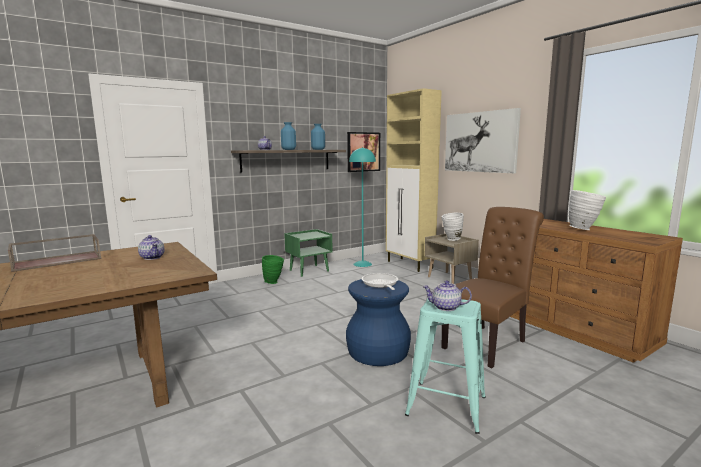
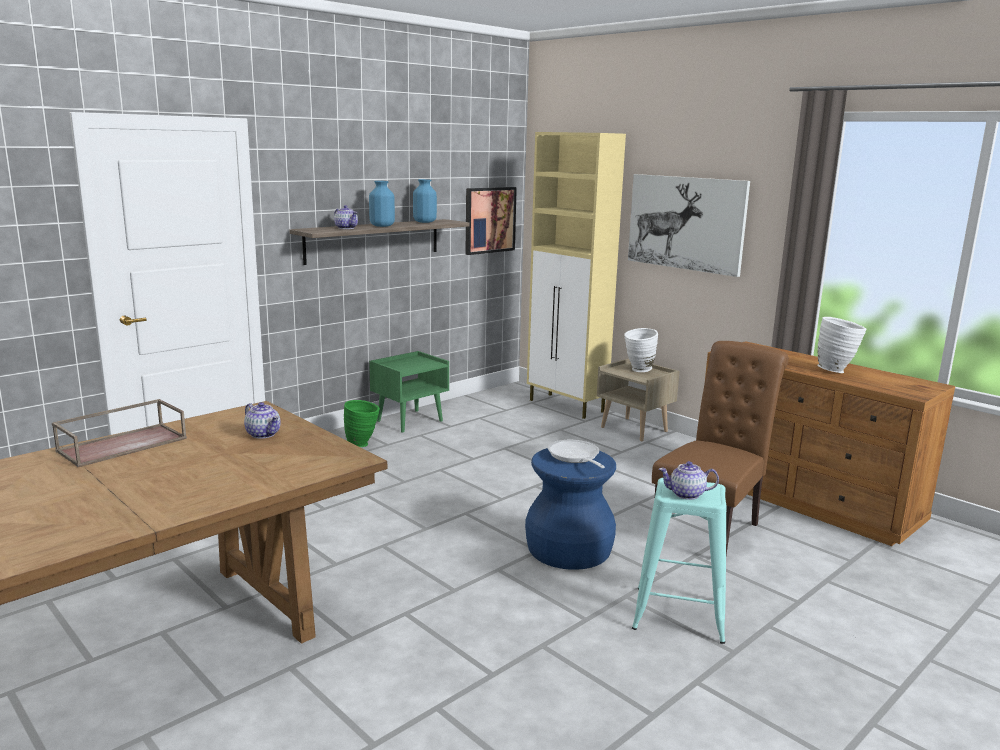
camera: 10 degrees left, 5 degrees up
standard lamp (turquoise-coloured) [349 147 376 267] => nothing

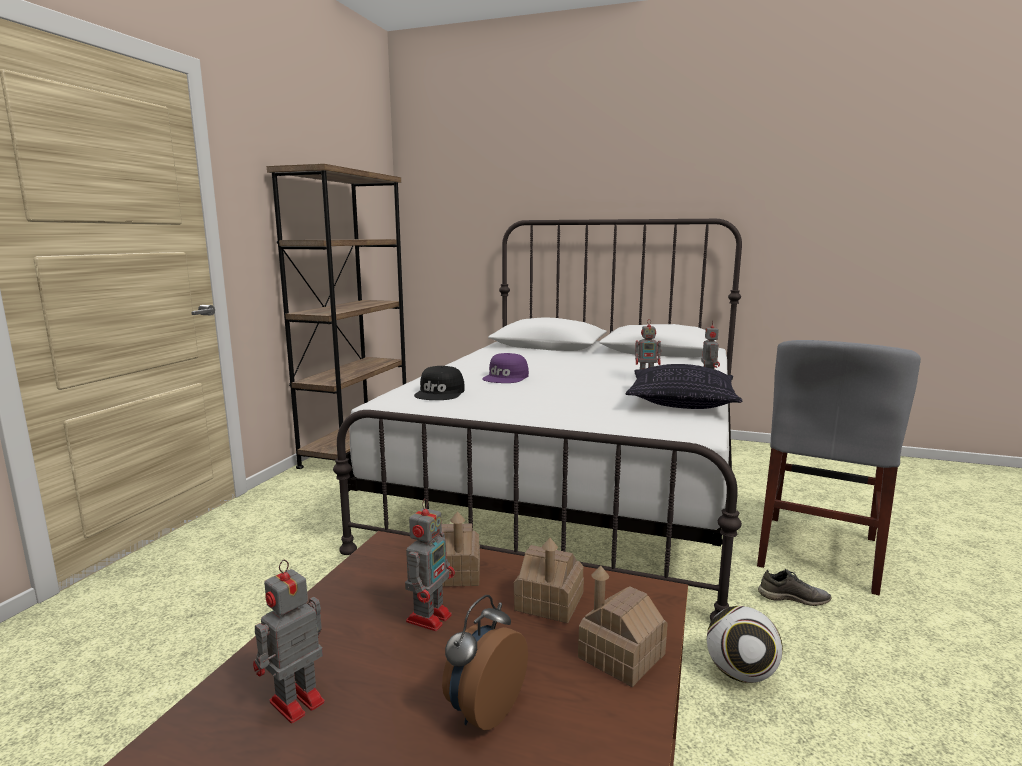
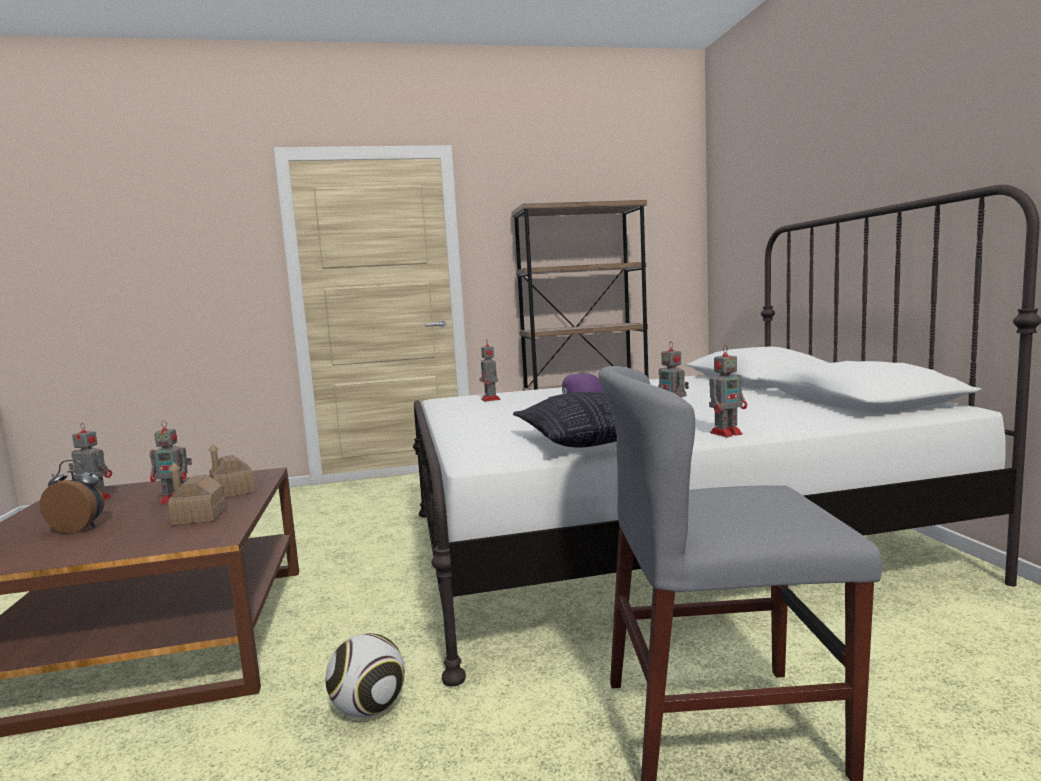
camera: 60 degrees right, 5 degrees down
baseball cap (black-coloured) [414 366 465 400] => model robot [479 340 501 402]
model house [578 565 668 687] => nothing
low shoe (gray) [758 569 832 606] => nothing

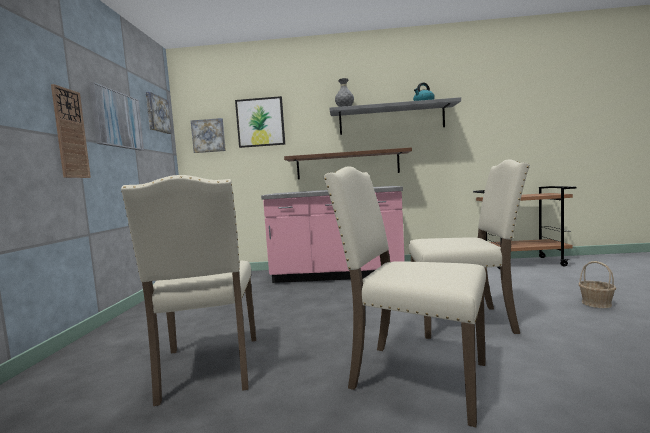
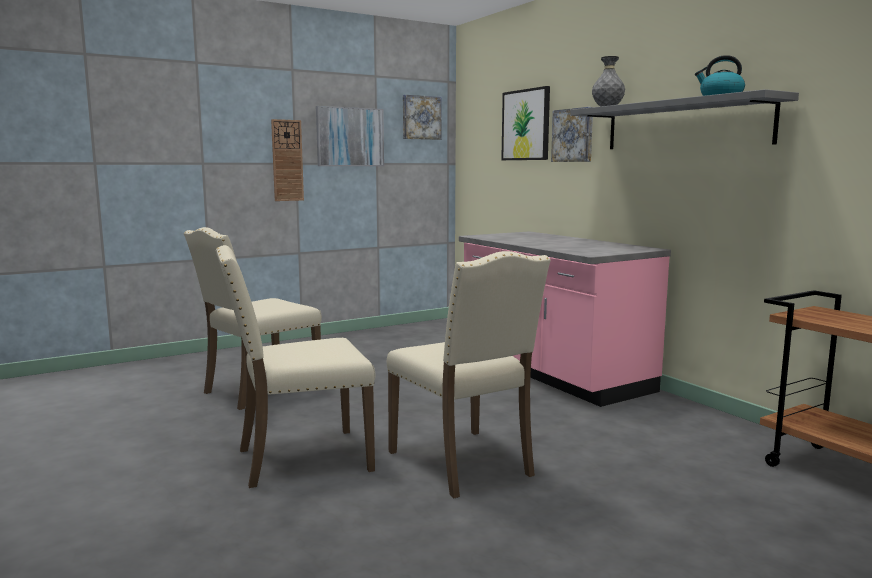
camera: 55 degrees right, 5 degrees up
picture [191 118 226 153] => picture [551 107 593 162], move
shelf (brown) [284 147 412 179] => nothing
plain chair (beige) [323 166 486 427] => plain chair (beige) [216 245 375 488], 105 degrees counterclockwise
basket [579 261 616 308] => nothing

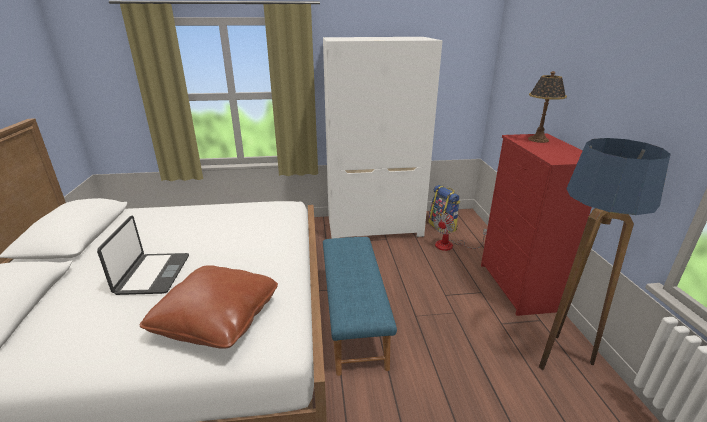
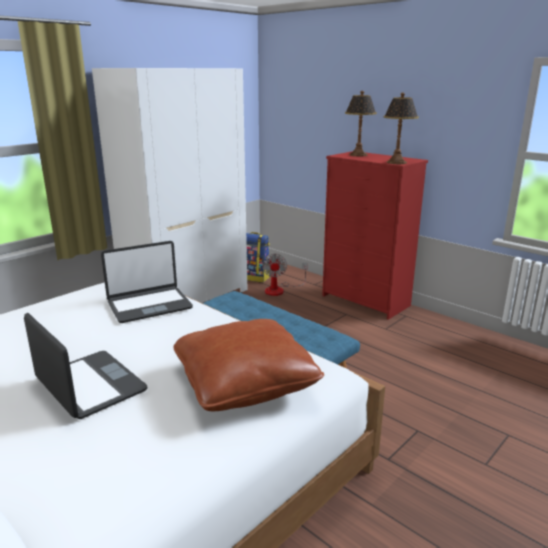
camera: 40 degrees left, 5 degrees down
standard lamp [539 138 671 370] => nothing
nothing => table lamp [383 93 419 164]
nothing => portable computer [101 241 193 323]

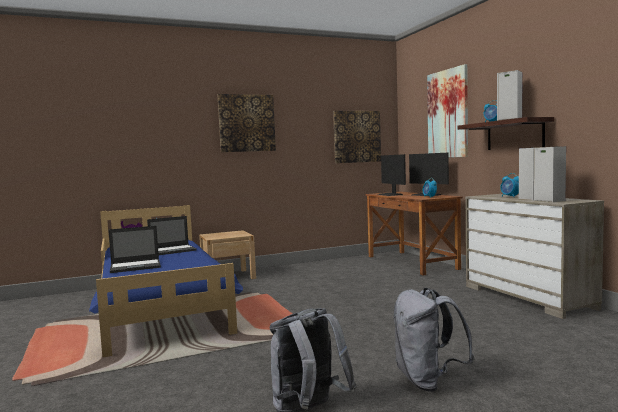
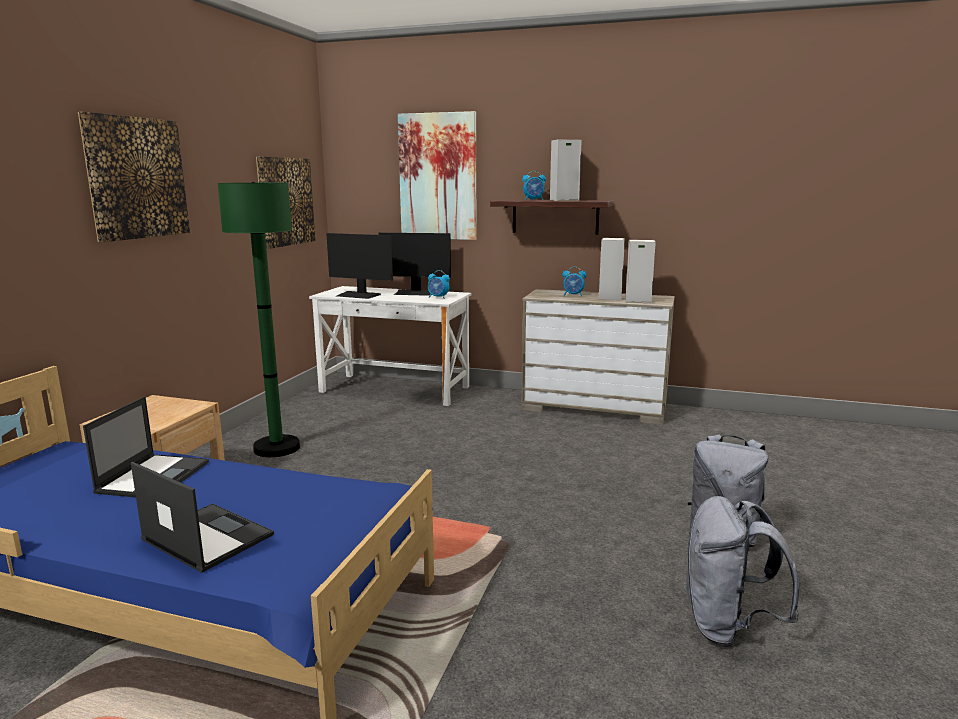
camera: 50 degrees left, 10 degrees up
desk unit (brown) [365 192 463 275] => desk unit (white-coloured) [309 286 472 406]
portable computer [108 226 161 273] => portable computer [131 462 274 573], 75 degrees counterclockwise
nothing => standard lamp (green) [218 182 300 457]

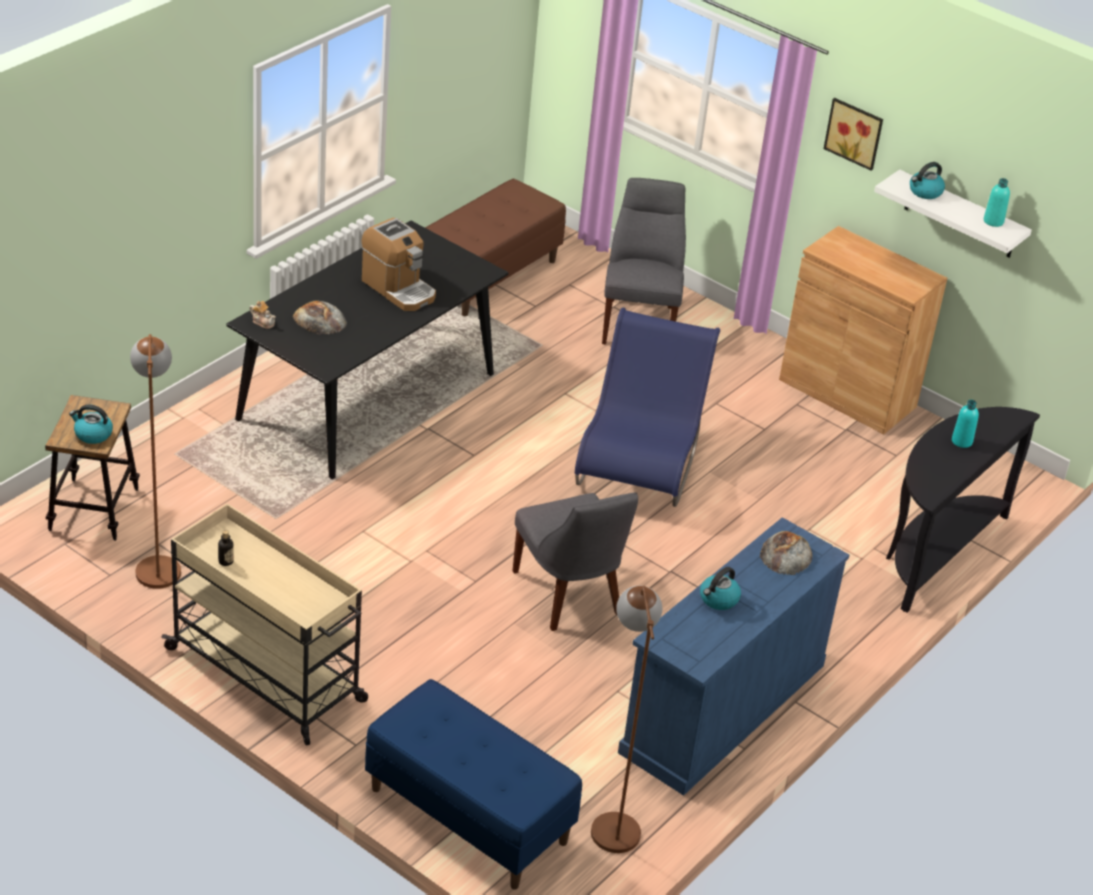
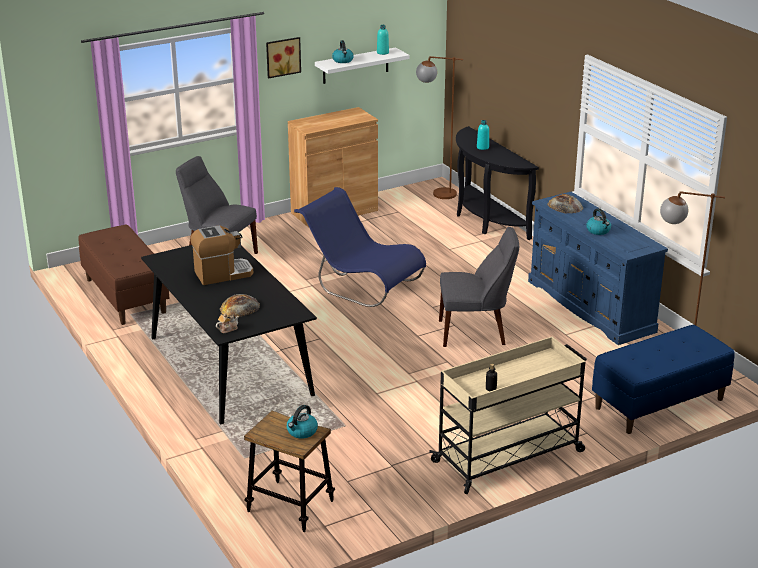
camera: 65 degrees left, 10 degrees down
standard lamp (brown) [130 334 181 589] => standard lamp (brown) [416 56 463 199], move

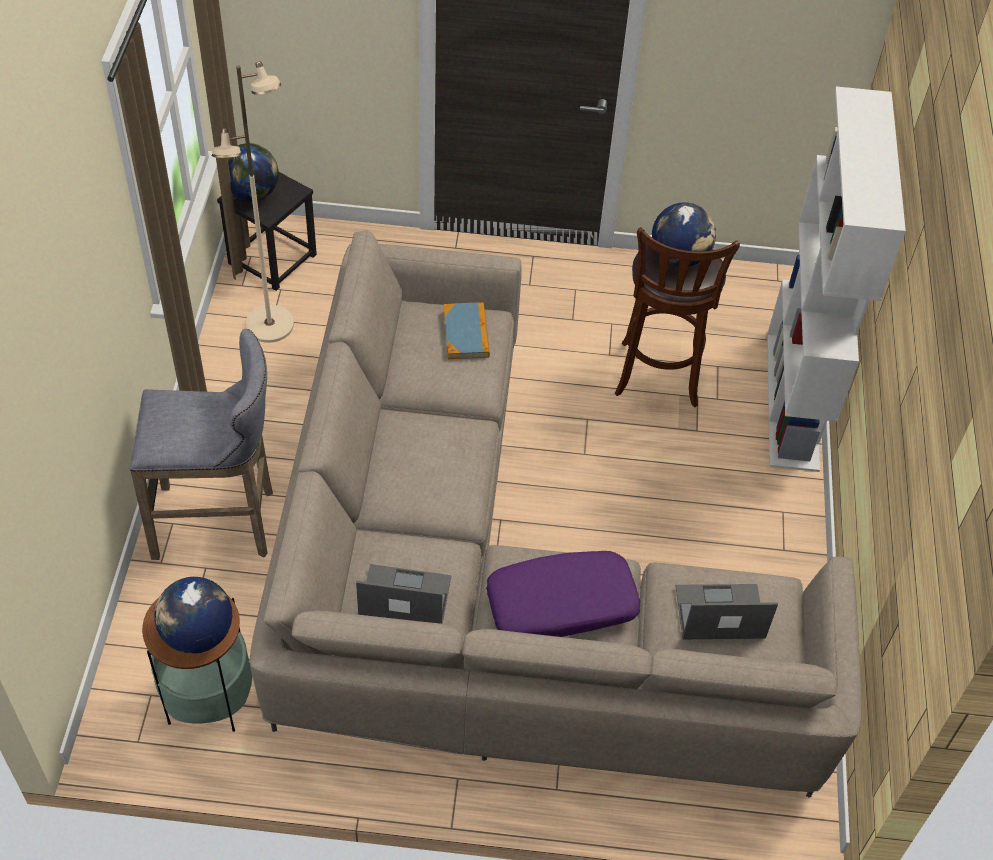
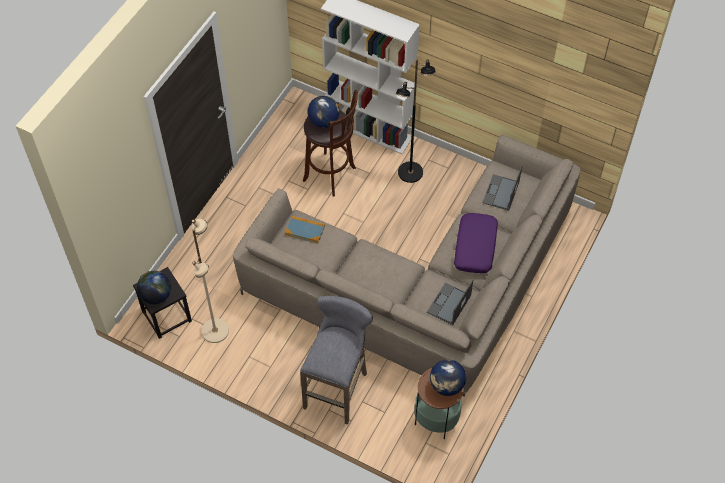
camera: 65 degrees left, 5 degrees up
nothing => standard lamp (black-coloured) [396 59 436 183]

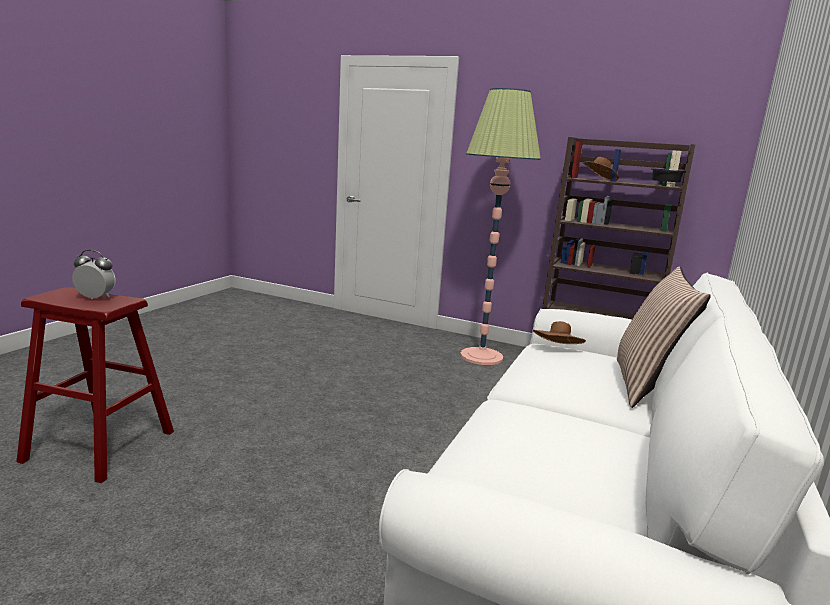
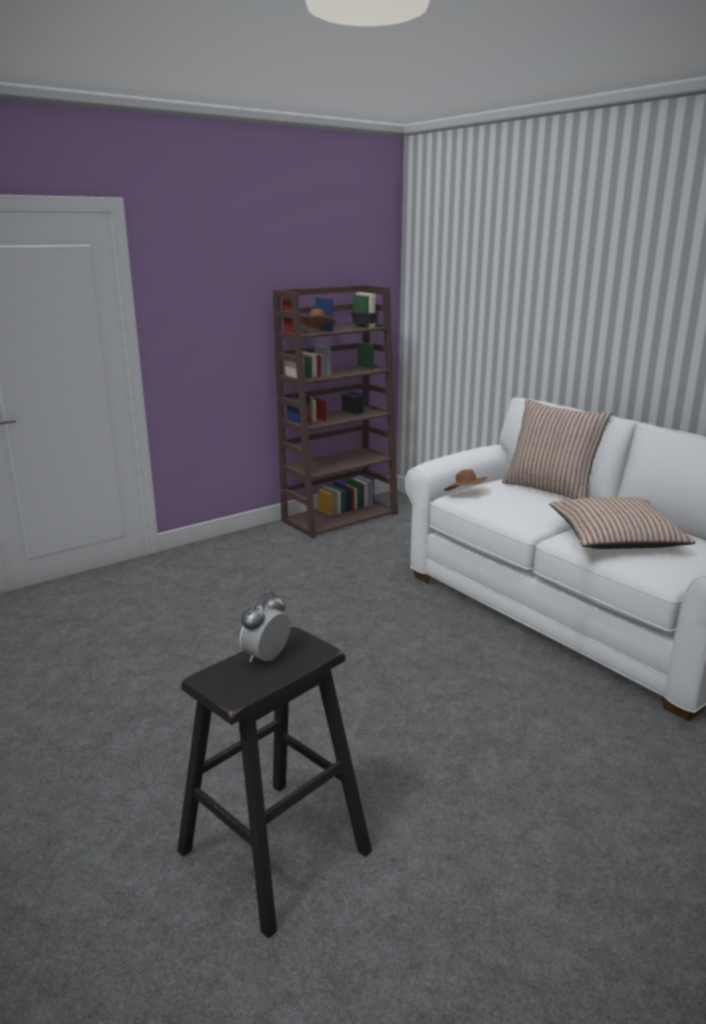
camera: 60 degrees left, 5 degrees up
standard lamp [460 88 541 365] => nothing
sitting stool (red) [16 287 174 483] => sitting stool (black-coloured) [177 627 372 939]
nothing => pillow [549 497 696 549]

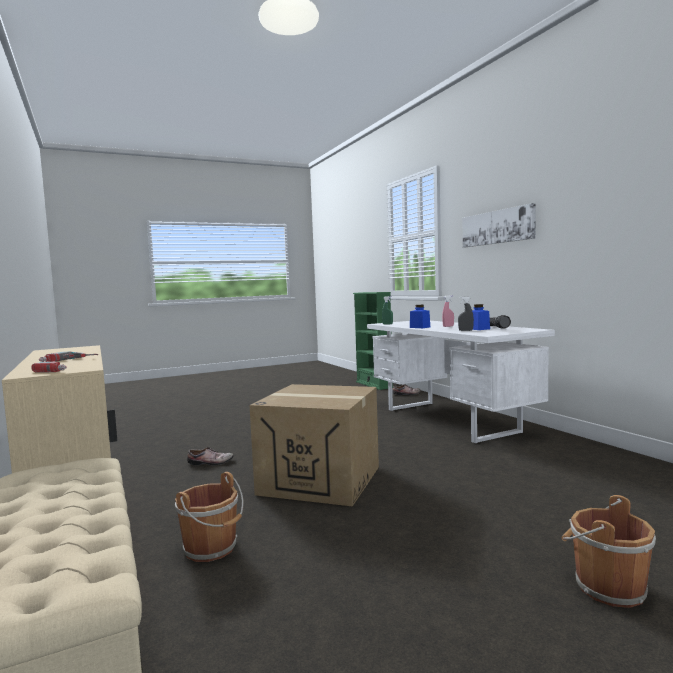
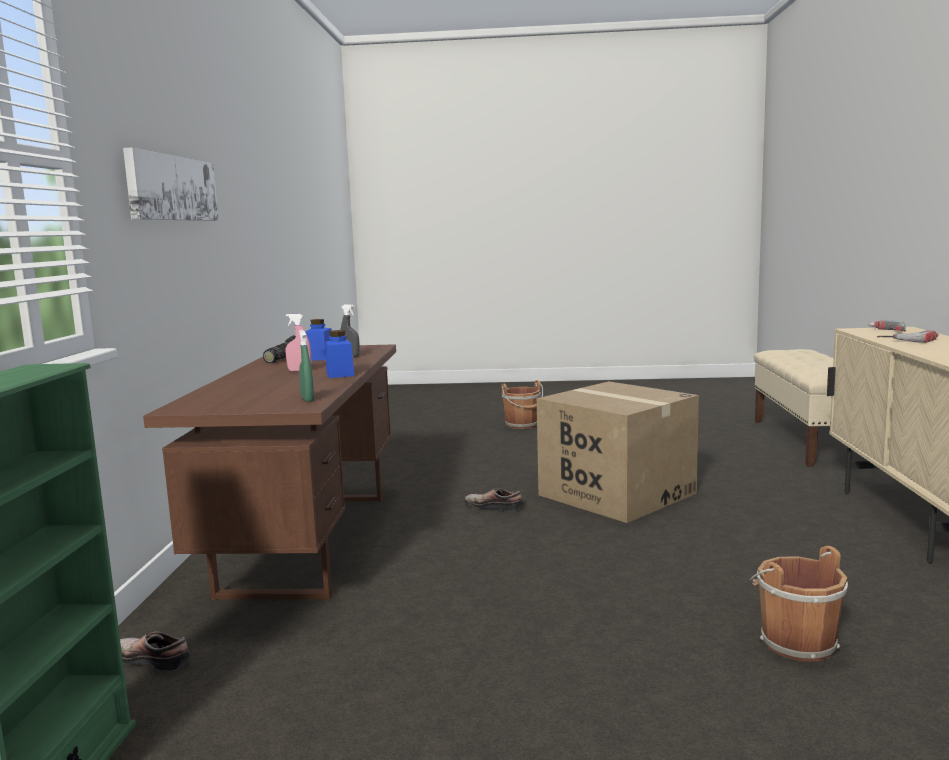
camera: 150 degrees left, 5 degrees up
desk unit (white-coloured) [367 321 555 443] => desk unit (brown) [143 344 396 600]
low shoe [187 447 234 466] => low shoe [465 488 523 511], move
pail (brown) [175 472 243 562] => pail (brown) [750 546 848 661], move

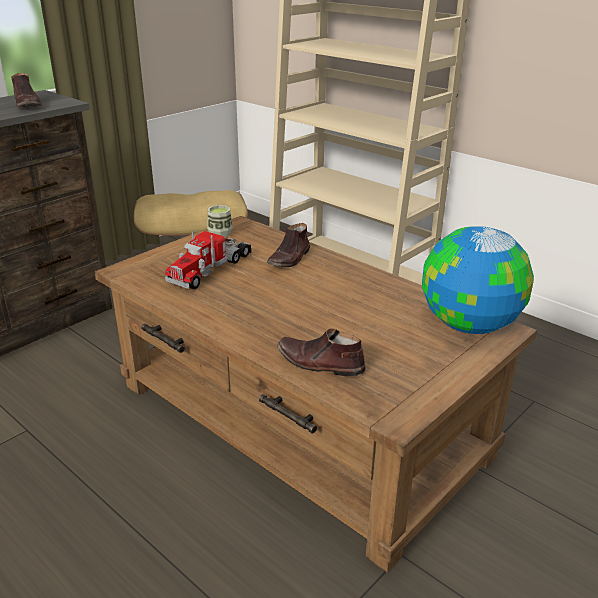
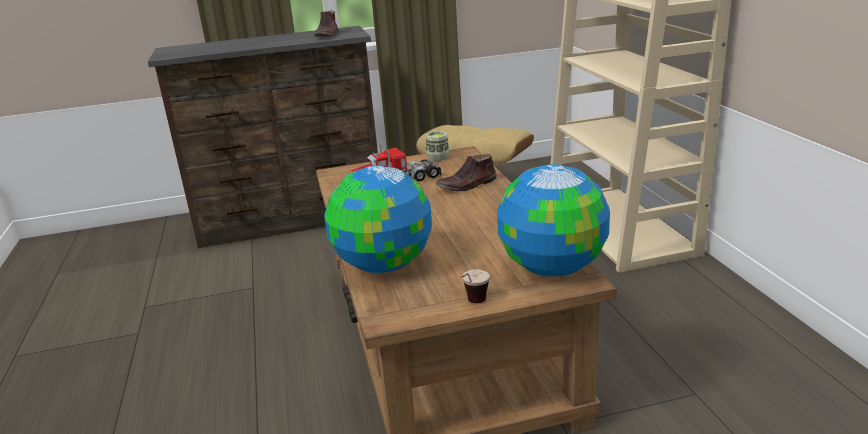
camera: 35 degrees right, 5 degrees down
low shoe (brown) [277 329 366 376] => world globe [324 166 432 273]
nothing => cup [460 270 490 303]

